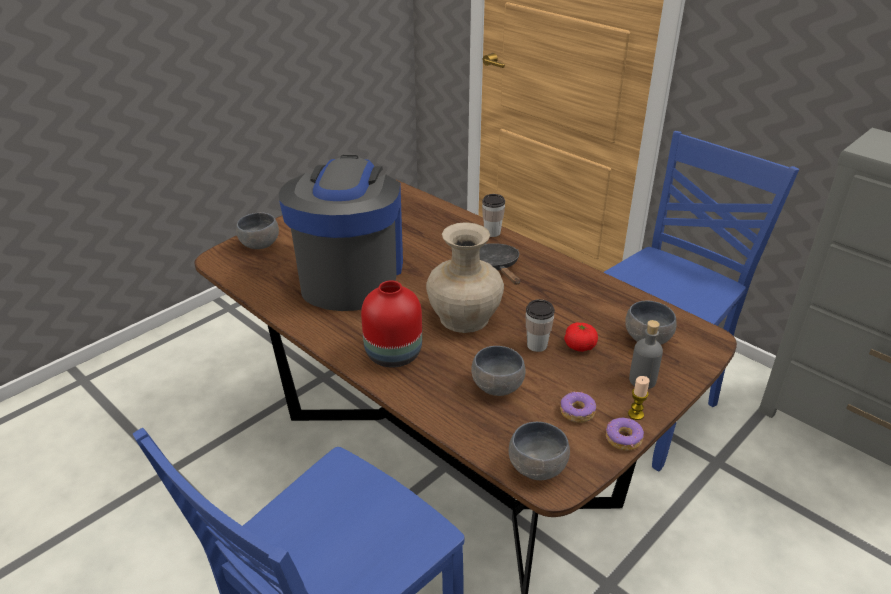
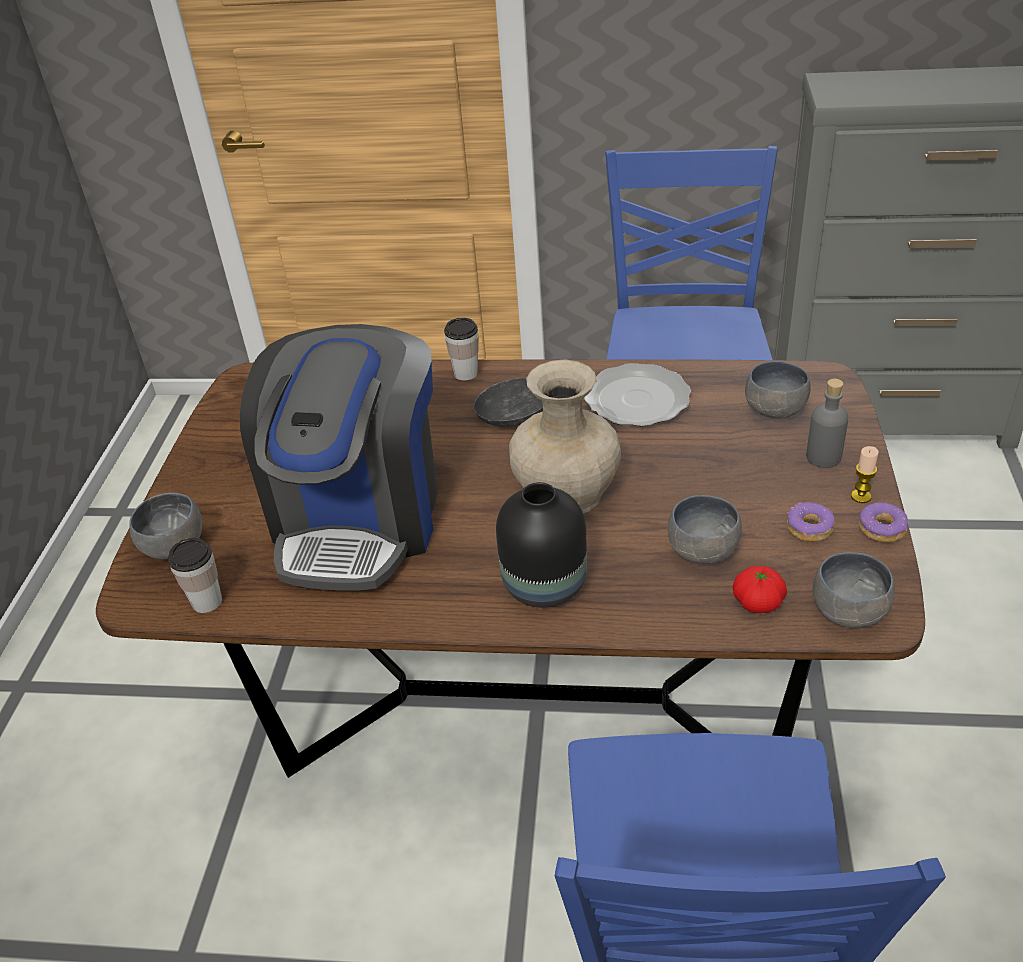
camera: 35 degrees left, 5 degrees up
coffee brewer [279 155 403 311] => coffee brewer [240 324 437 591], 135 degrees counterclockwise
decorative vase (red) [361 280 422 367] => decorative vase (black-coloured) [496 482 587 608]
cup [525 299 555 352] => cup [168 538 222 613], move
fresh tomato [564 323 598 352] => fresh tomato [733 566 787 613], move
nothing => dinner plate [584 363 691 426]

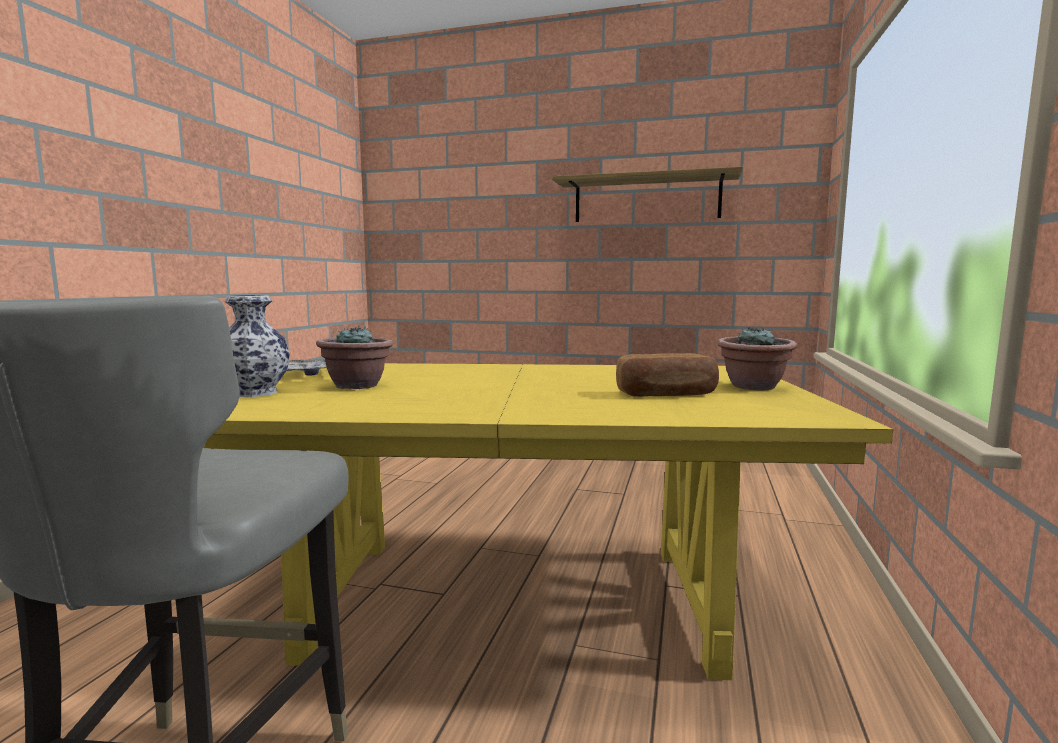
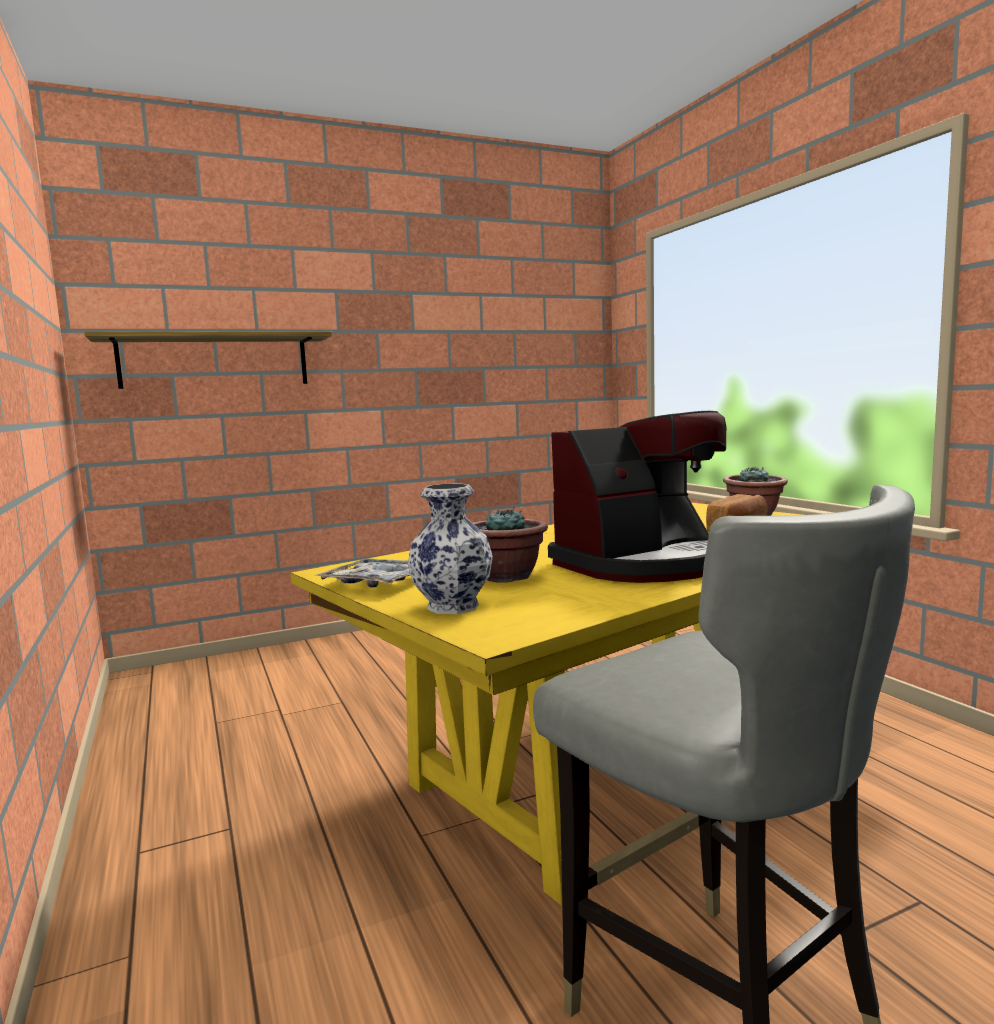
camera: 40 degrees left, 0 degrees up
shelf [552 167 743 222] => shelf [84 331 332 389], move
nothing => coffee brewer [548 411 727 583]

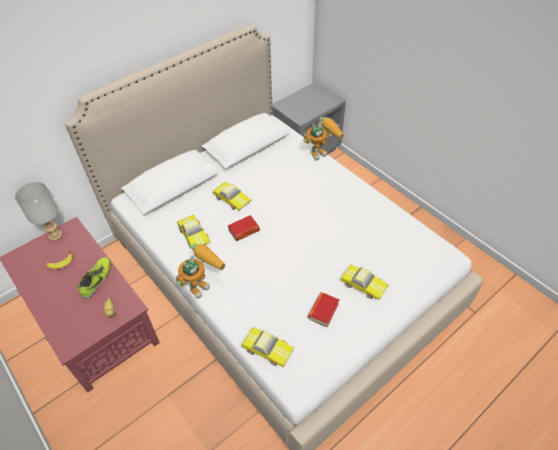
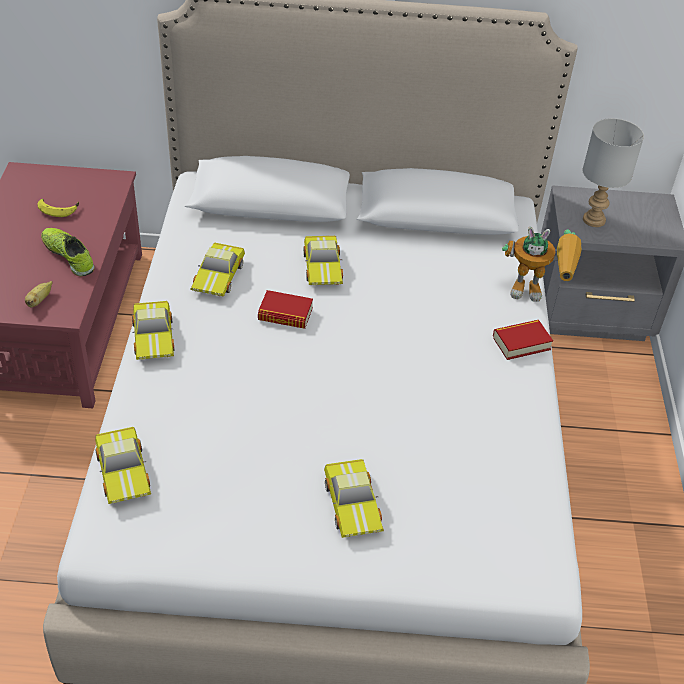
camera: 40 degrees right, 5 degrees down
table lamp (gray) [15 182 63 241] => table lamp (gray) [583 118 644 227], move
model robot [176 243 226 299] => model car [132 301 175 360]
low shoe [78 257 111 298] => low shoe [41 228 95 276], 105 degrees counterclockwise
book [308 293 340 327] => book [493 320 553 360], move

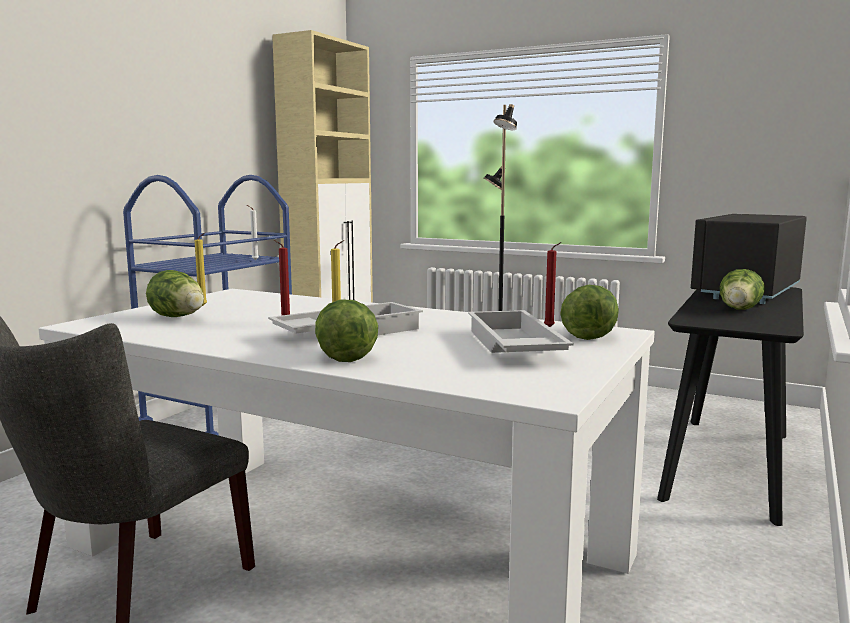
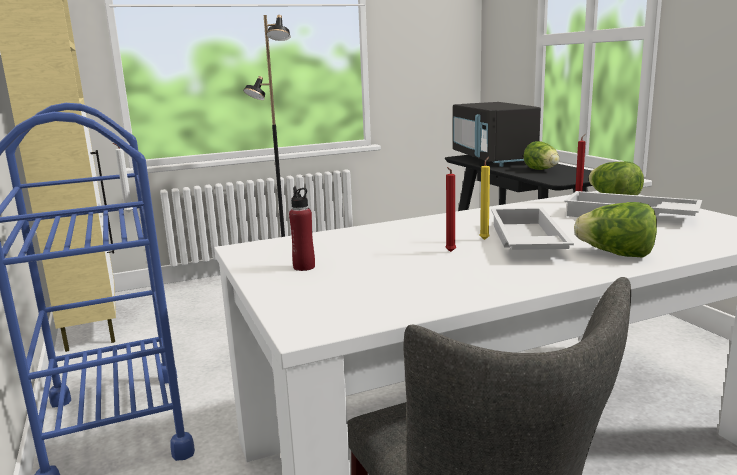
camera: 50 degrees left, 5 degrees up
wax candle (yellow-coloured) [195 233 207 306] => beverage bottle (red) [289 187 315 271]
lettuce head [146 270 204 317] => nothing

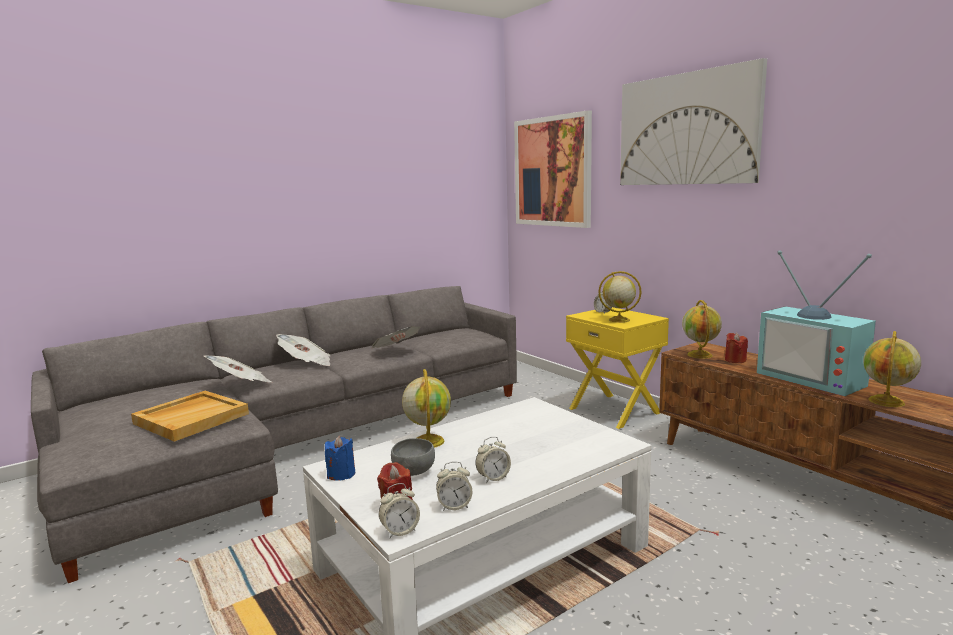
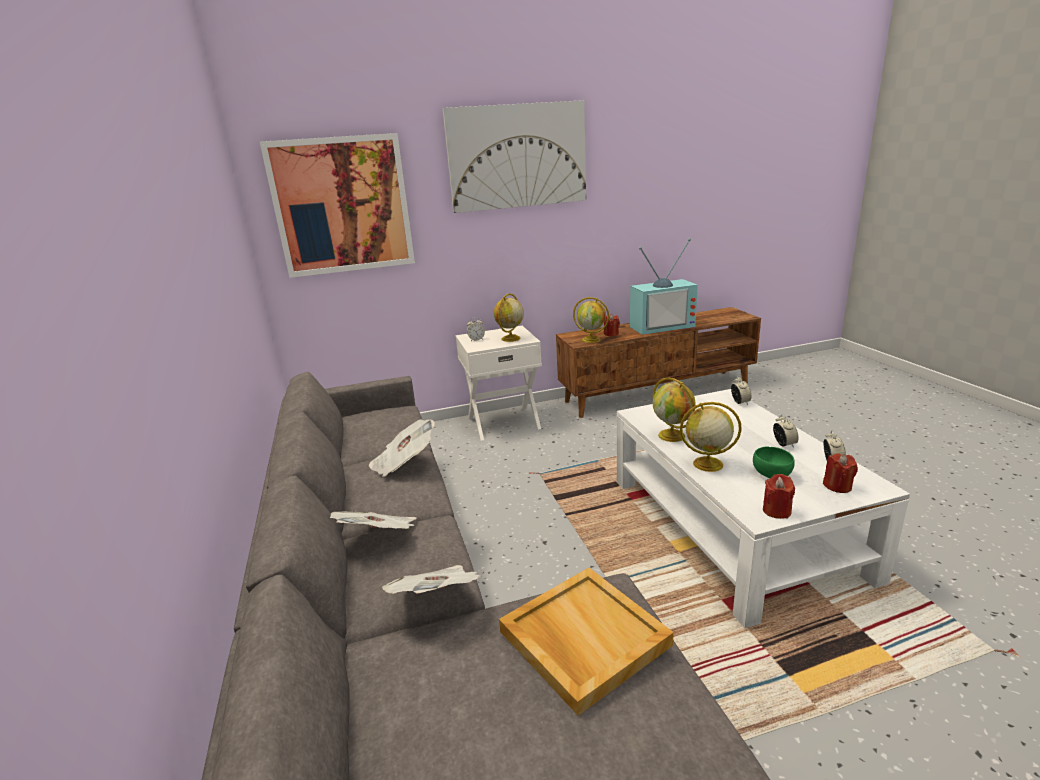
camera: 70 degrees left, 10 degrees up
nightstand (yellow-coloured) [566 307 669 429] => nightstand (white-coloured) [456 326 542 441]
world globe [863 331 921 407] => world globe [653 377 696 442], move
wax candle (blue) [325 436 355 481] => wax candle (red) [763 474 795 519]
bowl (gray) [391 438 435 476] => bowl (green) [753 446 795 478]
alarm clock [379 483 420 538] => alarm clock [731 376 751 405], move

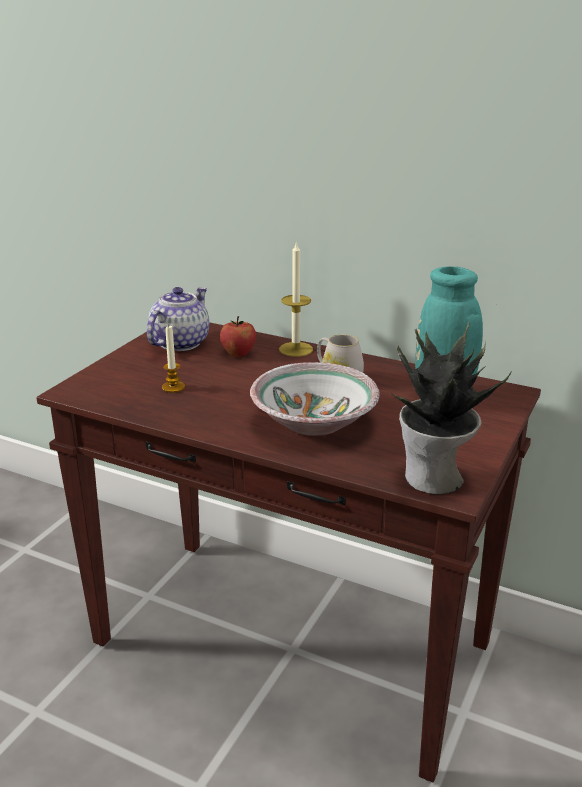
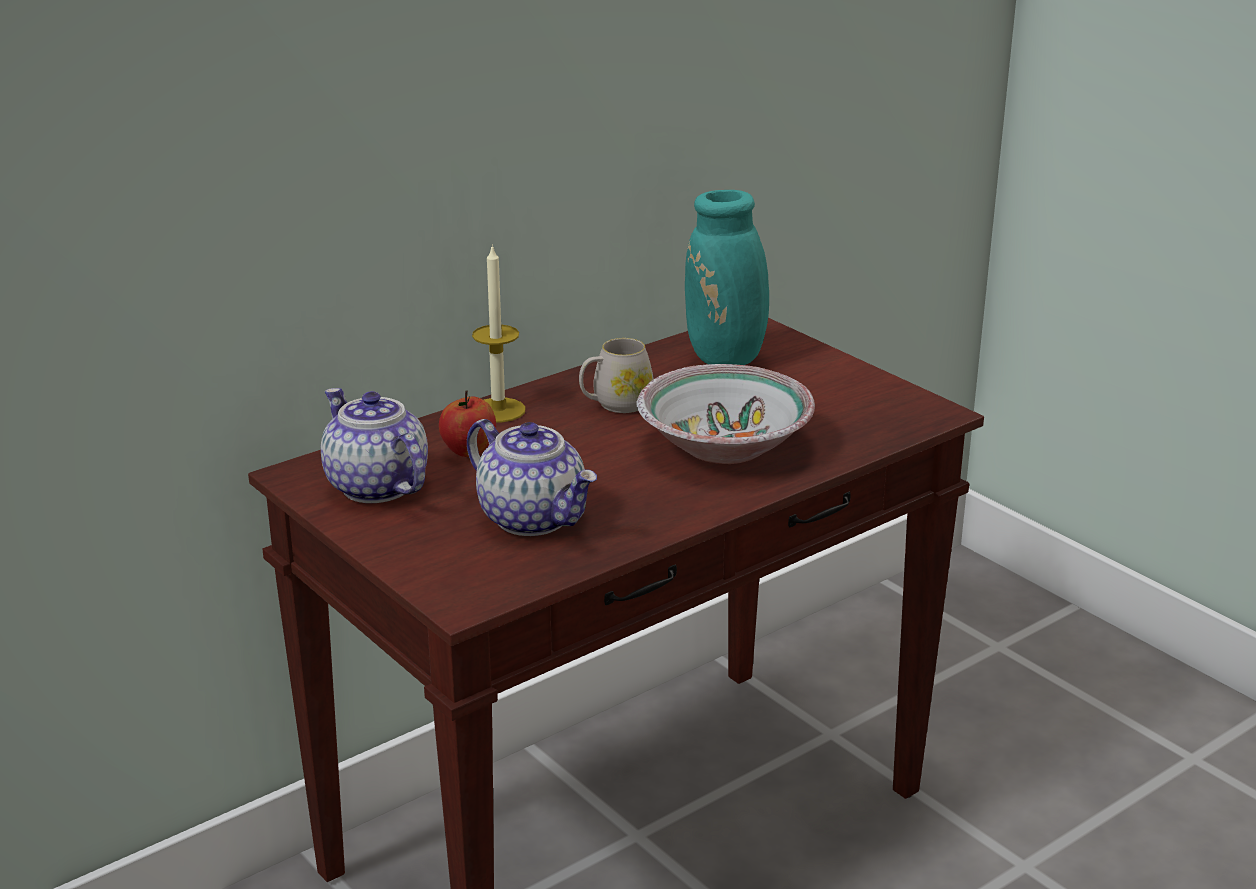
camera: 65 degrees left, 0 degrees up
plant in a pot [391 321 512 494] => nothing
wax candle [162 325 185 393] => tea pot [467 419 597 536]

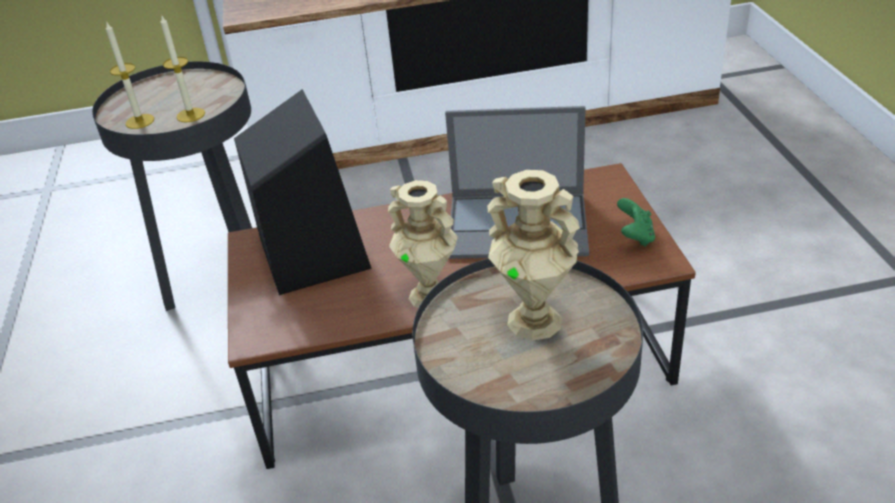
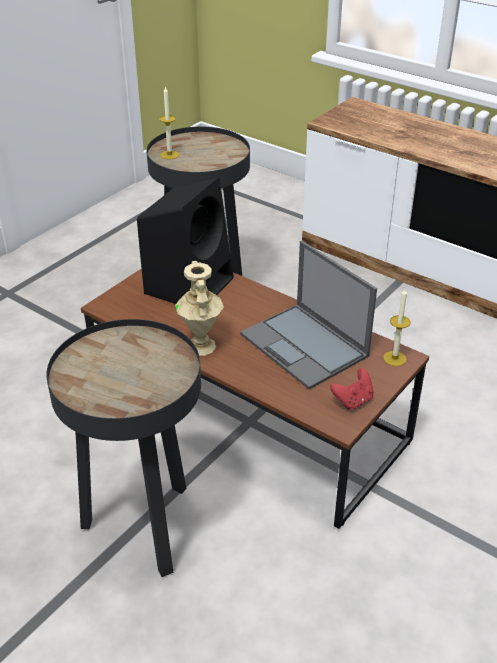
camera: 45 degrees right, 0 degrees up
wax candle [160 14 205 122] => wax candle [383 289 411 366], move
decorative vase (beige) [487 170 580 340] => nothing
joypad (green) [617 198 655 247] => joypad (red) [330 368 374 410]

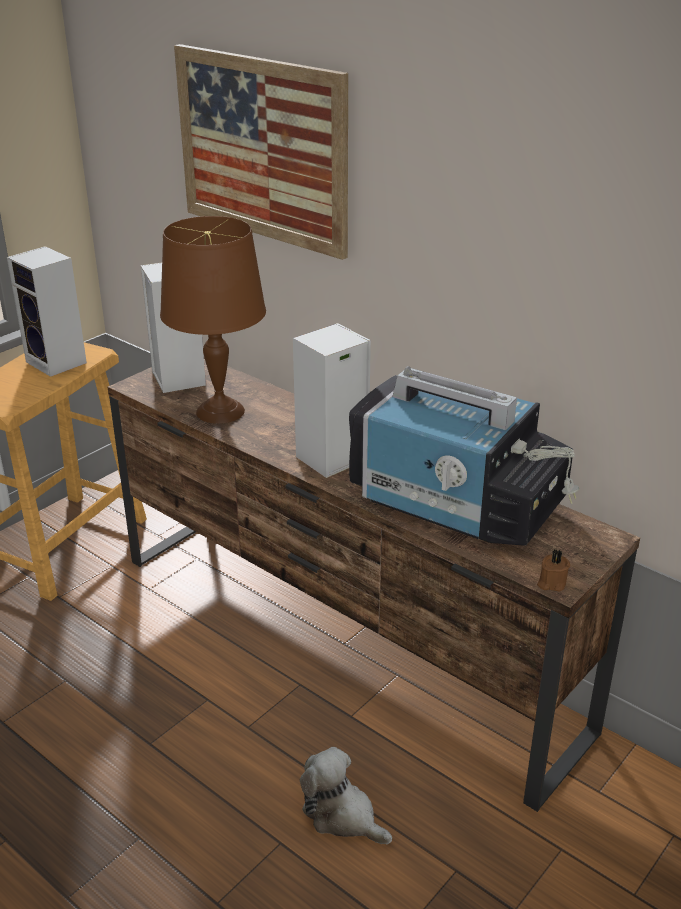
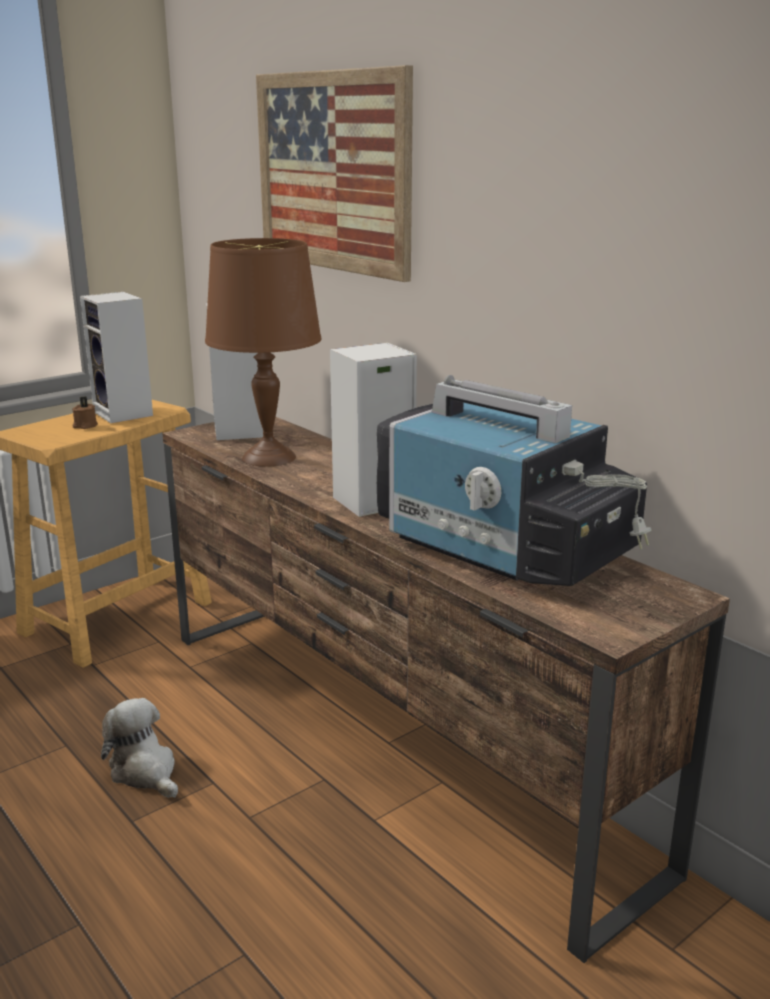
camera: 10 degrees right, 10 degrees down
wax candle (brown) [537 550 570 592] => wax candle (brown) [72 396 98 429], move
plush toy [300 747 392 844] => plush toy [101 698 178 798], move

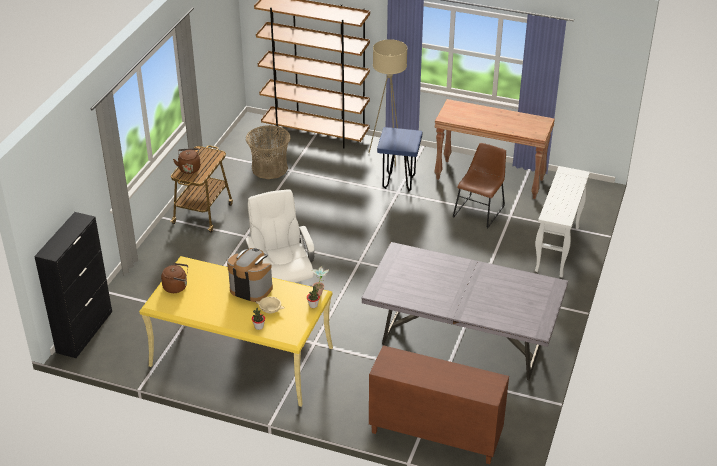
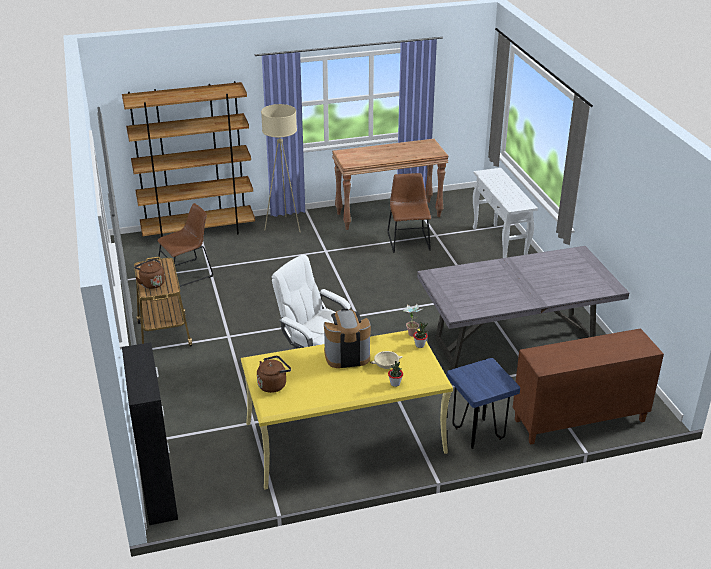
camera: 35 degrees left, 5 degrees down
basket [246 125 291 179] => plain chair (brown) [157 203 213 287]
sitting stool (blue) [377 127 422 191] => sitting stool (blue) [447 358 520 449], move

